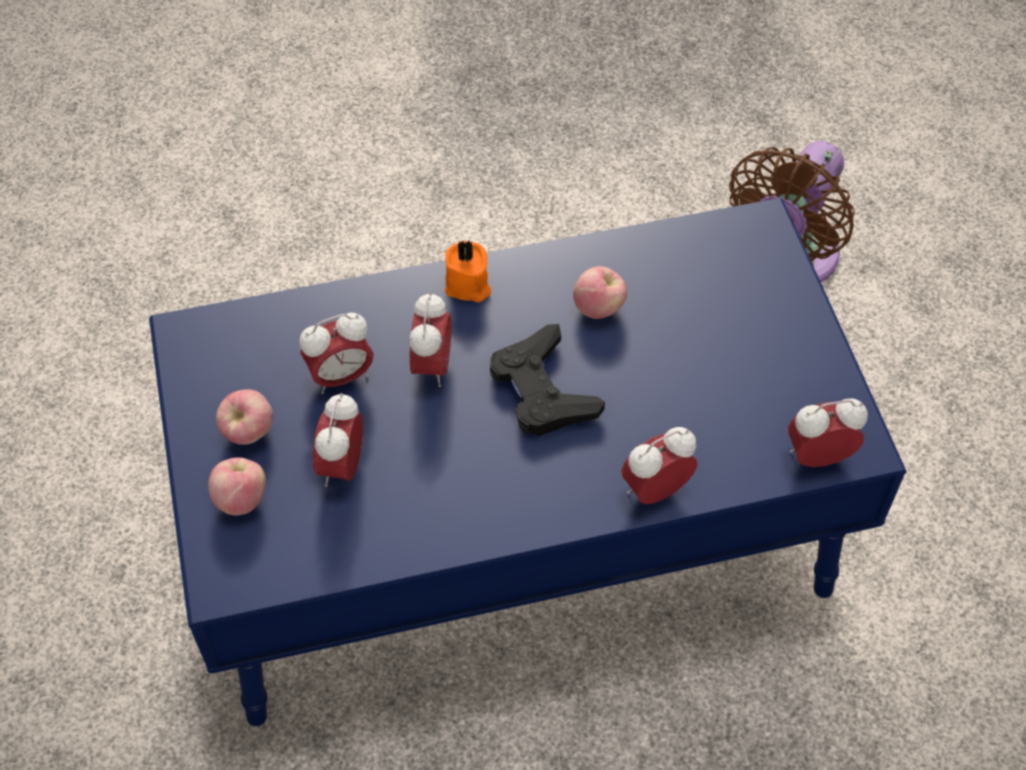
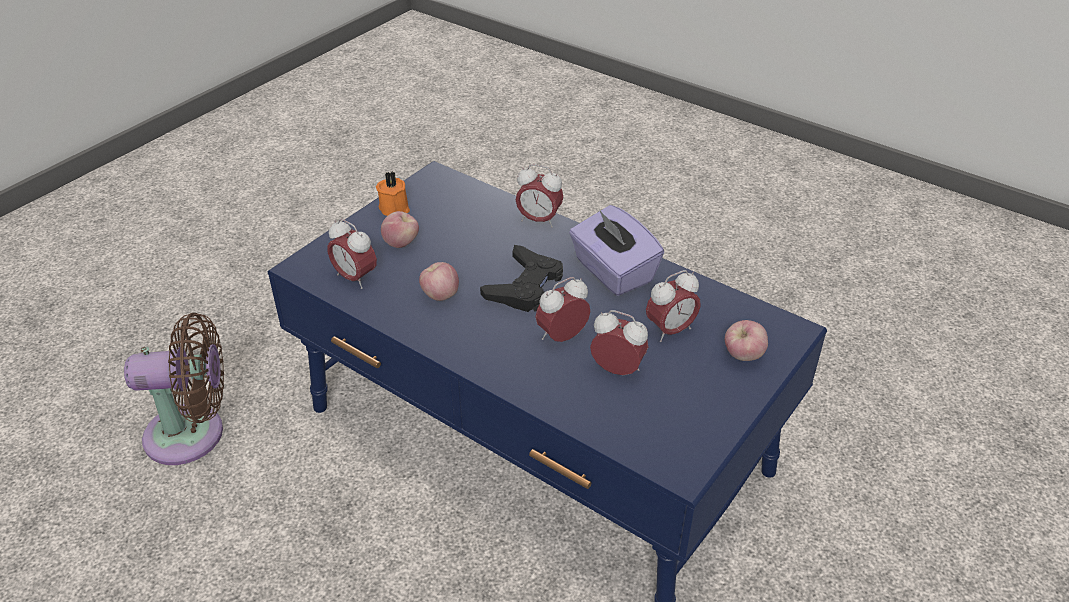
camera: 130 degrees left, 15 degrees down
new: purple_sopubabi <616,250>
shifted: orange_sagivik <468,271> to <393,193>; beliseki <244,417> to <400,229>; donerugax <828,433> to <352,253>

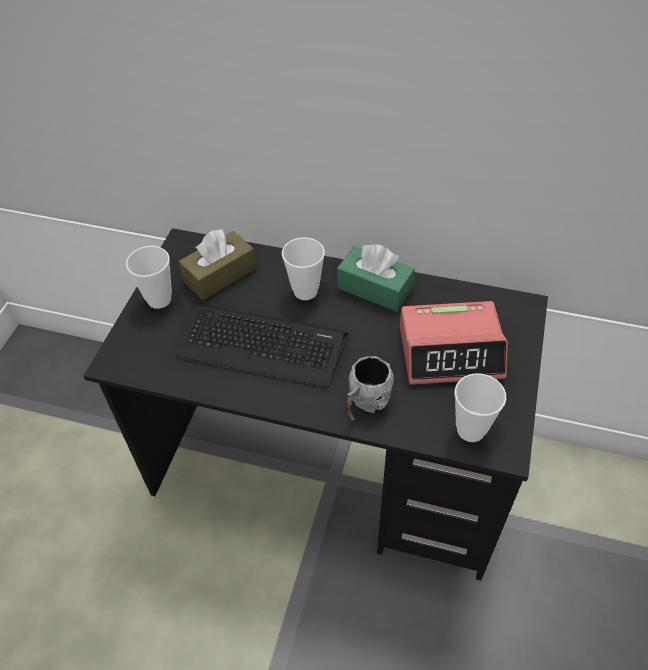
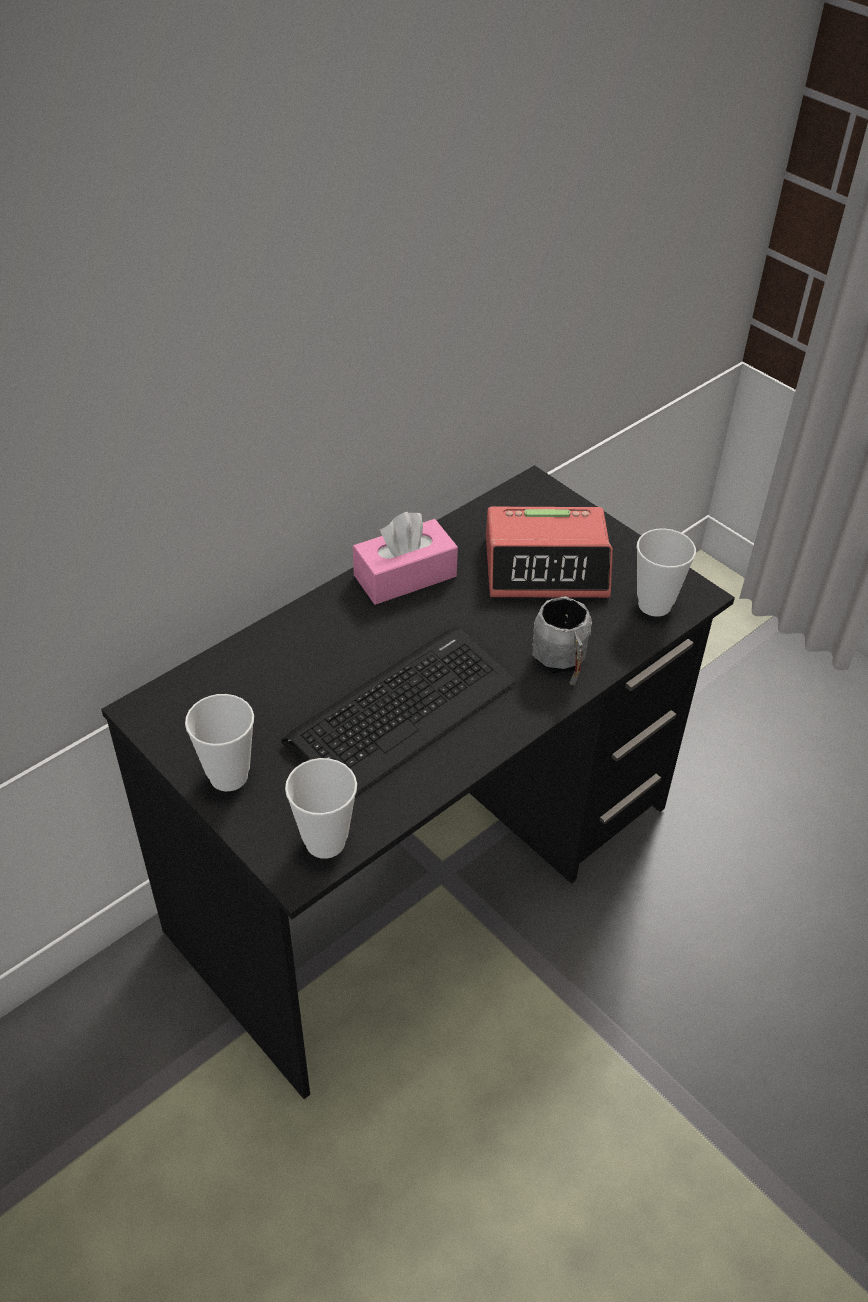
camera: 60 degrees left, 5 degrees down
gone: brown_sopubabi <217,264>
shifted: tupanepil <303,268> to <321,808>
repainted: green_sopubabi <376,278> to pink_sopubabi <405,558>
rotated: donerugax <454,343> = <549,552> 60 degrees clockwise

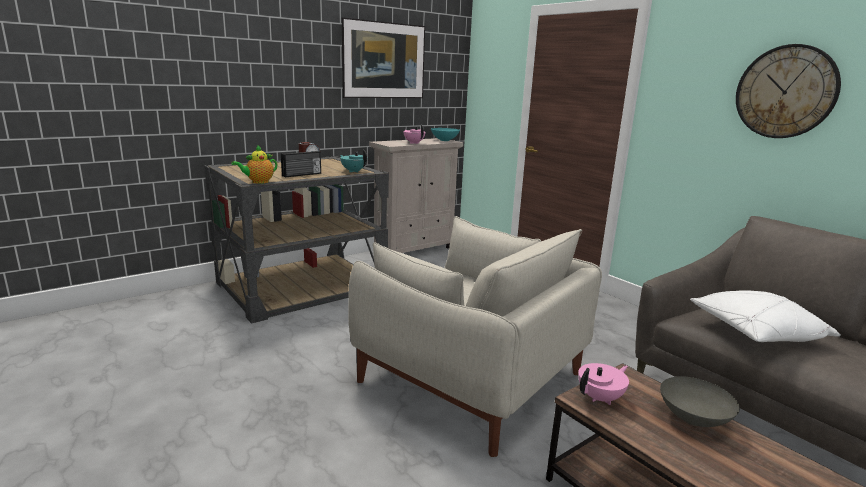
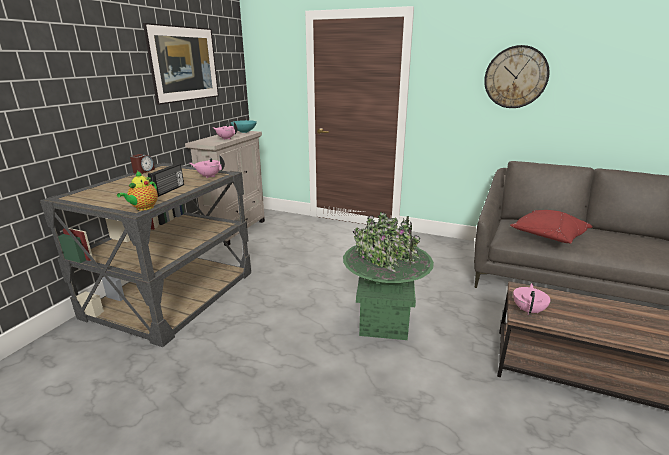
camera: 30 degrees left, 5 degrees up
gone: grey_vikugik <700,401>
swapped: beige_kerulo <475,336> to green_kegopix <388,276>
repainted: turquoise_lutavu <353,161> to pink_lutavu <207,166>; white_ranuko <765,316> to red_ranuko <551,227>

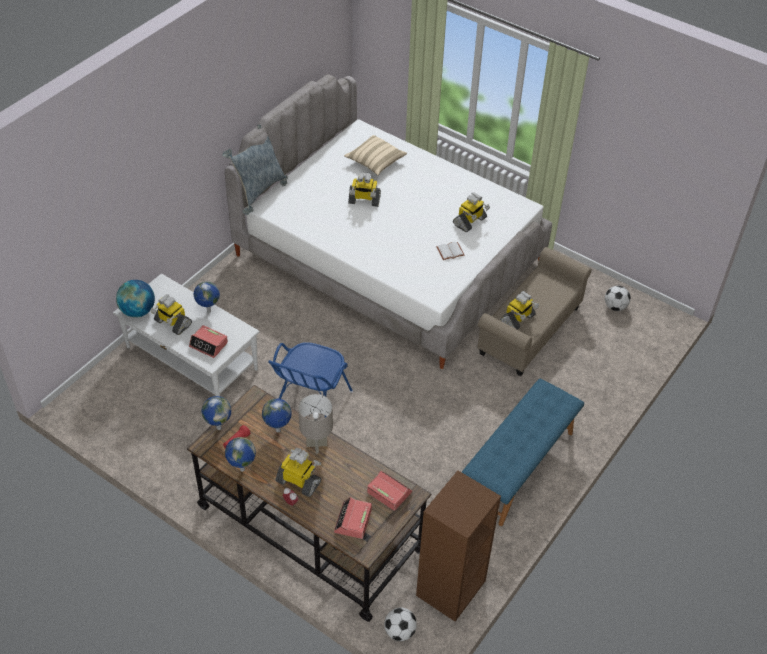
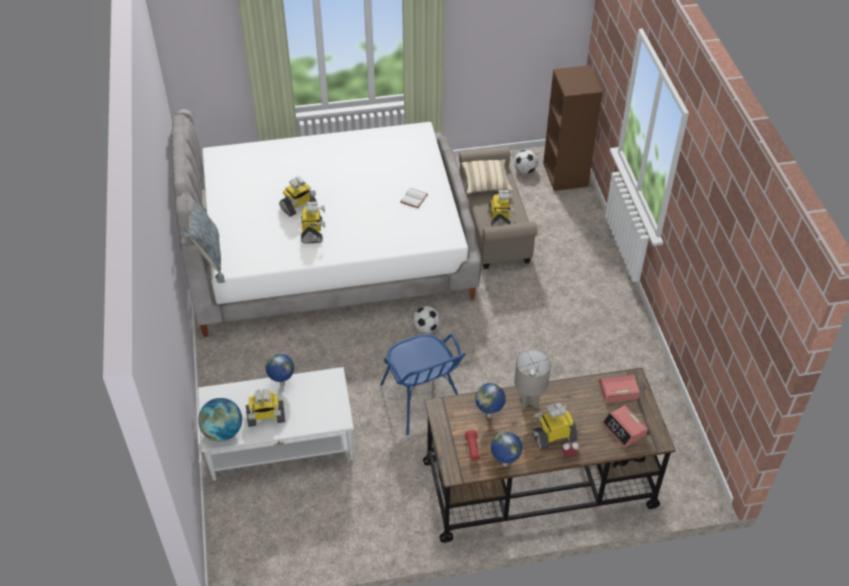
camera: 45 degrees left, 0 degrees up
gone: donerugax <208,341>; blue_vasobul <523,452>; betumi <216,413>
shifted: beige_ranuko <375,155> to <487,176>; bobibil <471,212> to <313,223>; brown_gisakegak <458,546> to <573,128>; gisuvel <400,624> to <426,319>

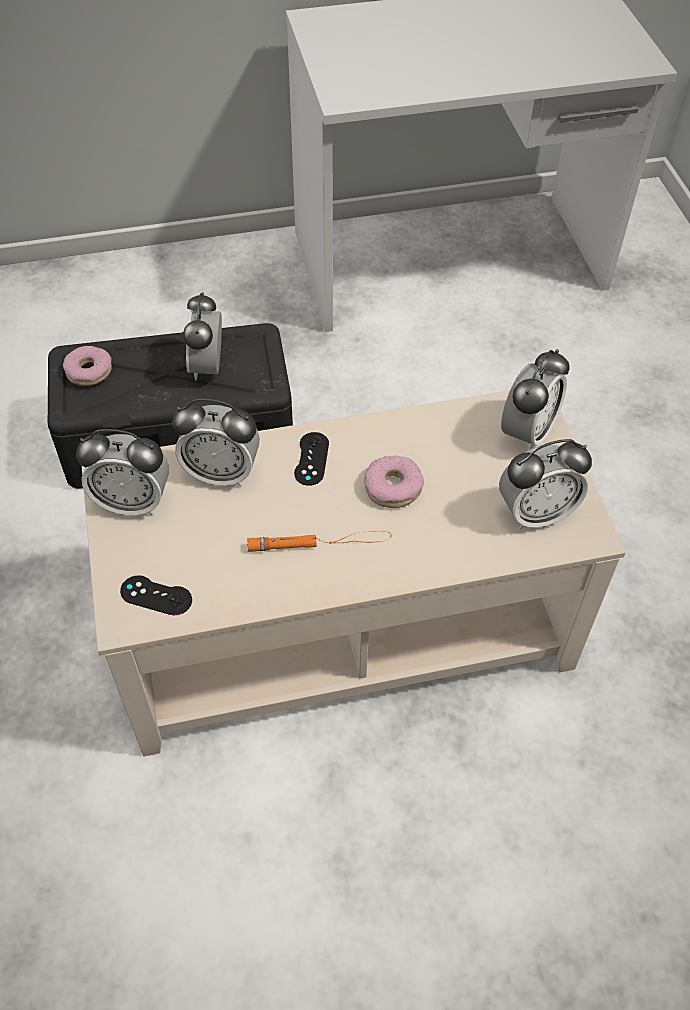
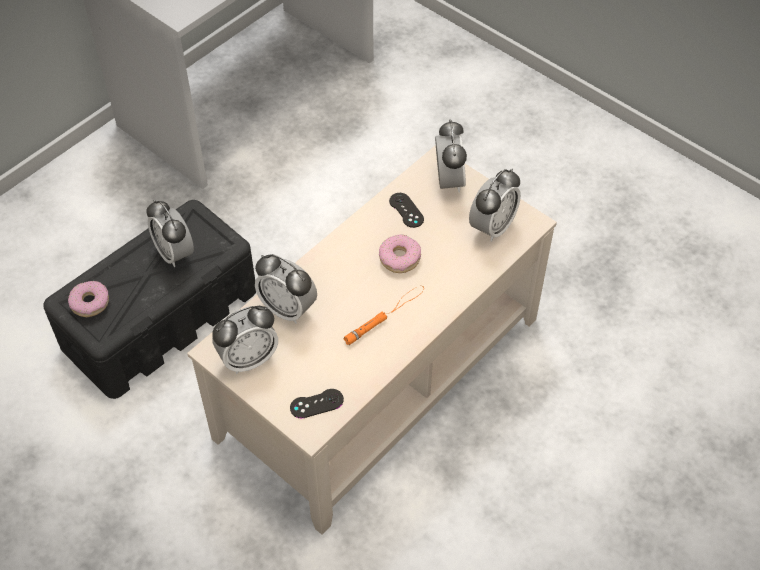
camera: 35 degrees left, 0 degrees up
shifted: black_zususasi <311,459> to <406,210>
rotated: donerugax <216,443> = <286,289> 60 degrees clockwise

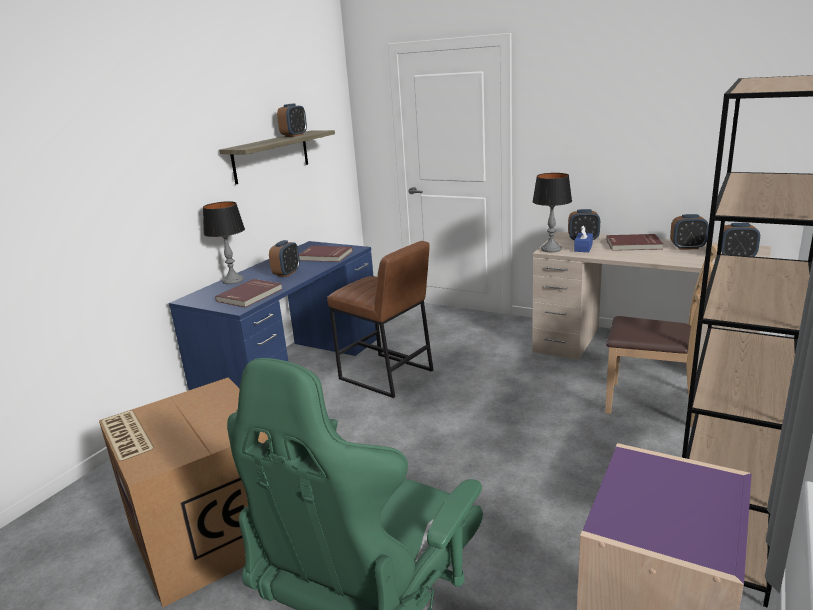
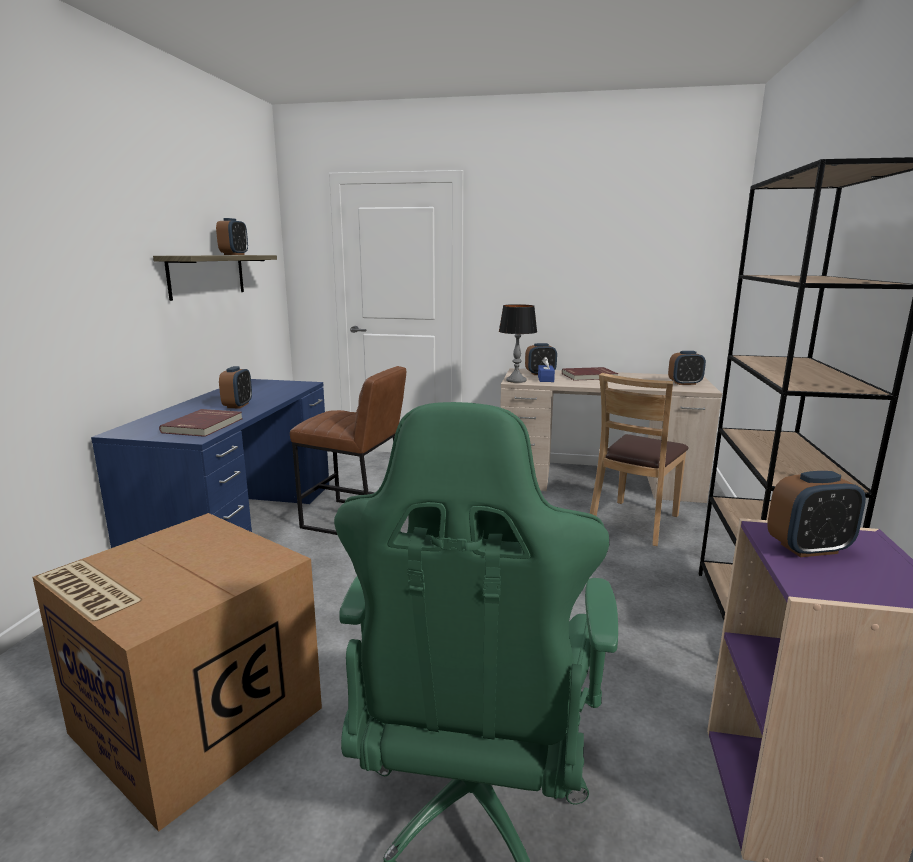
camera: 20 degrees left, 5 degrees down
gone: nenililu <224,242>; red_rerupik <326,254>
shifted: donerugax <689,232> to <816,514>
rotated: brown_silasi <663,336> = <639,459> 120 degrees clockwise

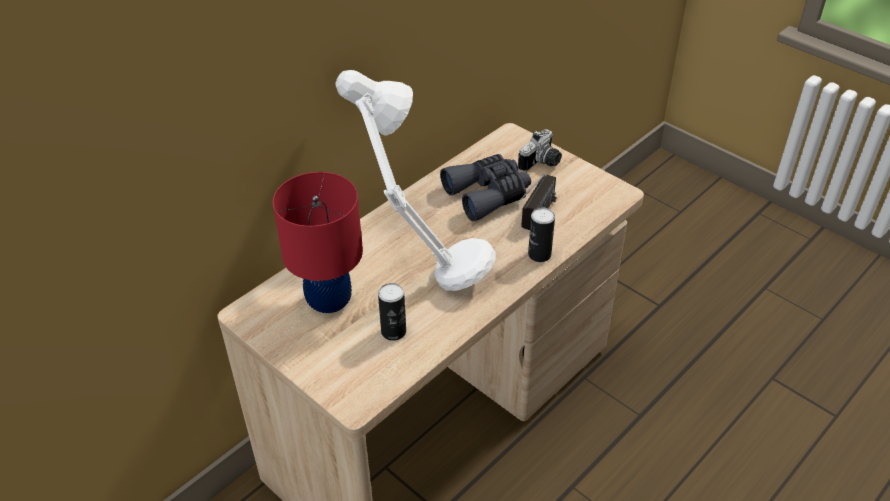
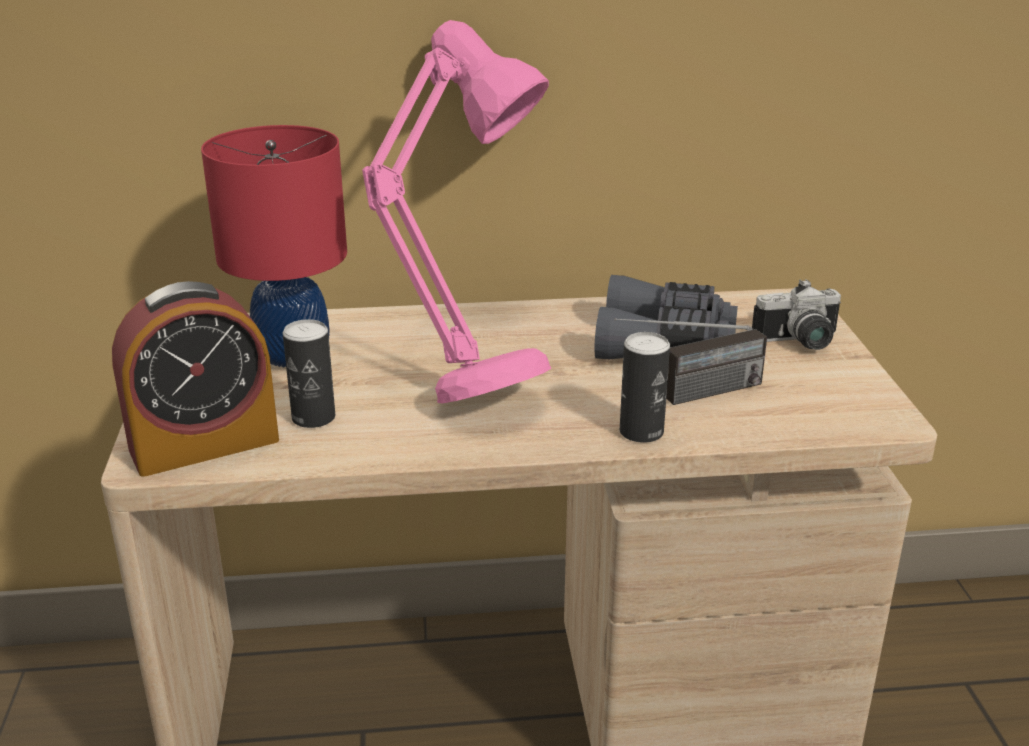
camera: 40 degrees right, 15 degrees down
new: donerugax <195,379>
repainted: white_nenililu <415,180> to pink_nenililu <456,212>

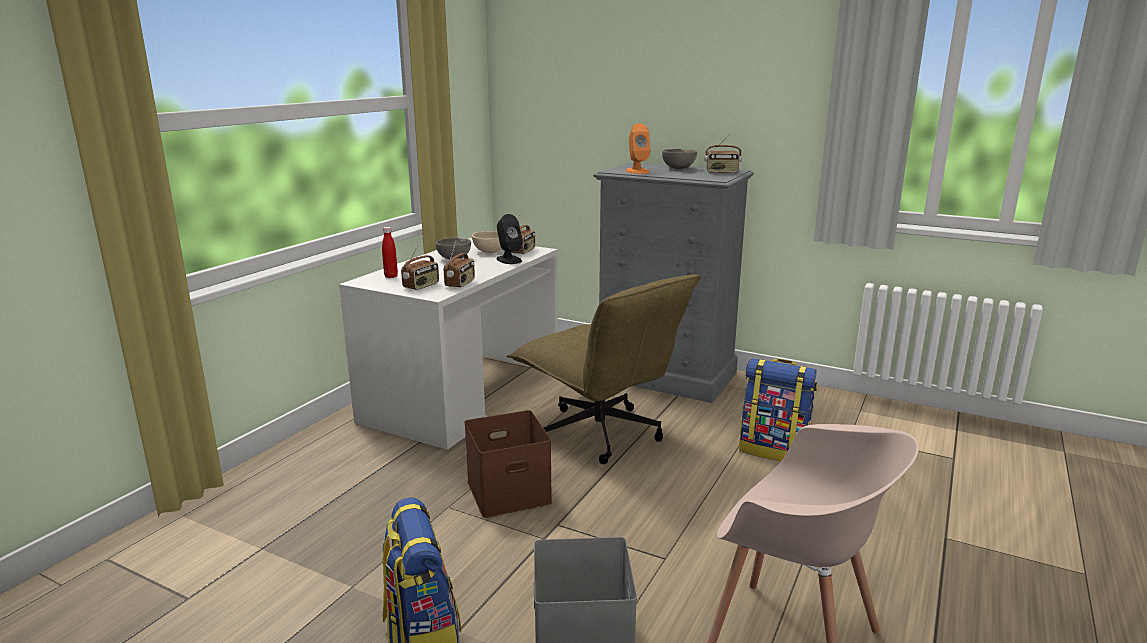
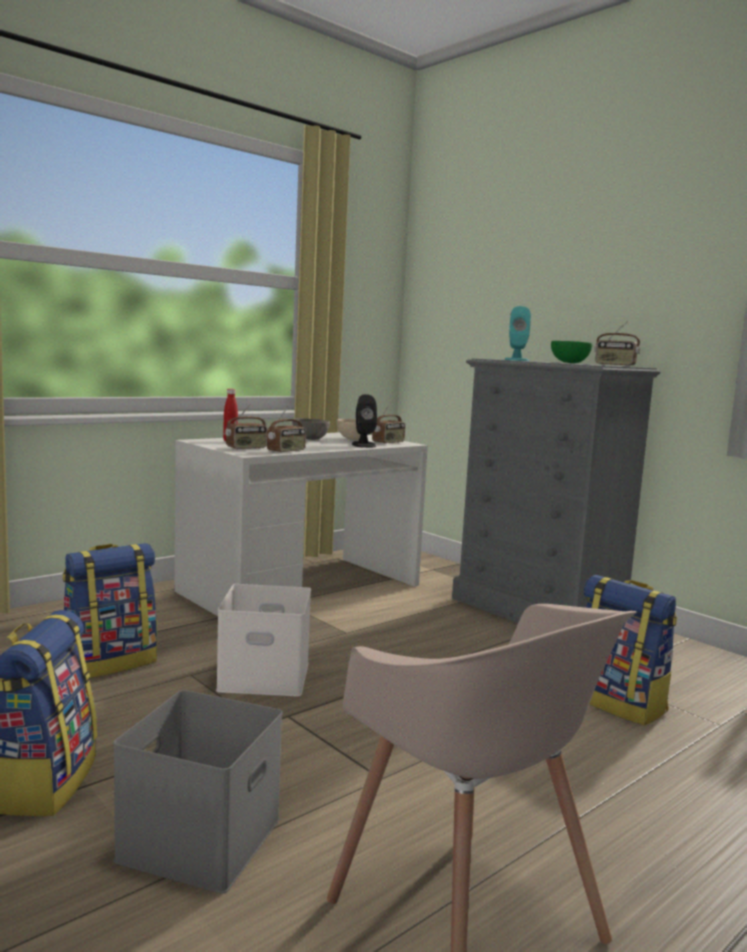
camera: 20 degrees right, 10 degrees down
gone: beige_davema <604,369>
new: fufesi <110,610>
repainted: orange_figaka <638,149> to turquoise_figaka <517,333>; grey_vikugik <679,159> to green_vikugik <572,352>; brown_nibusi <508,464> to white_nibusi <263,640>

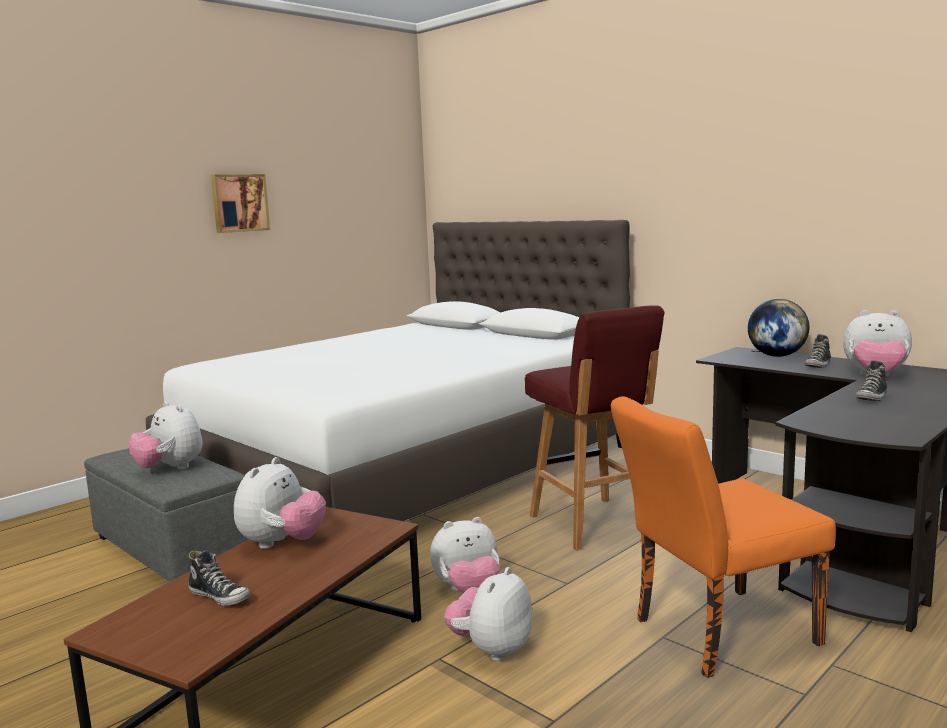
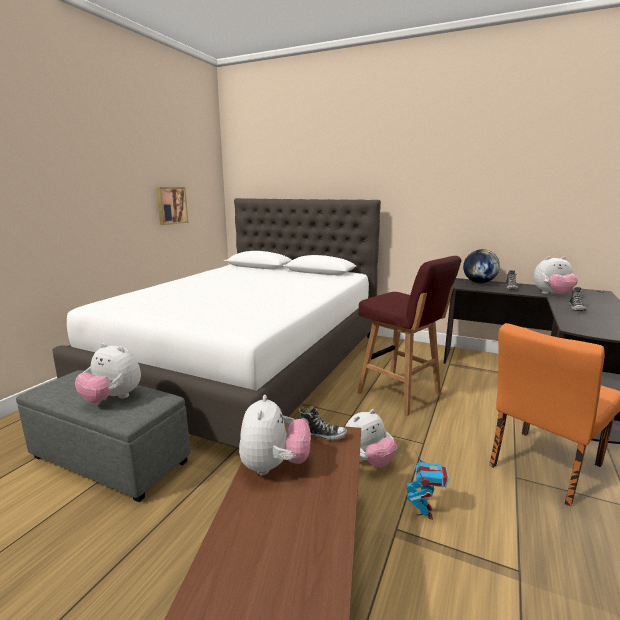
camera: 20 degrees left, 5 degrees up
shifted: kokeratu <240,203> to <172,206>; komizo <220,578> to <323,423>
swapped: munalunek <488,614> to bobibil <428,485>

